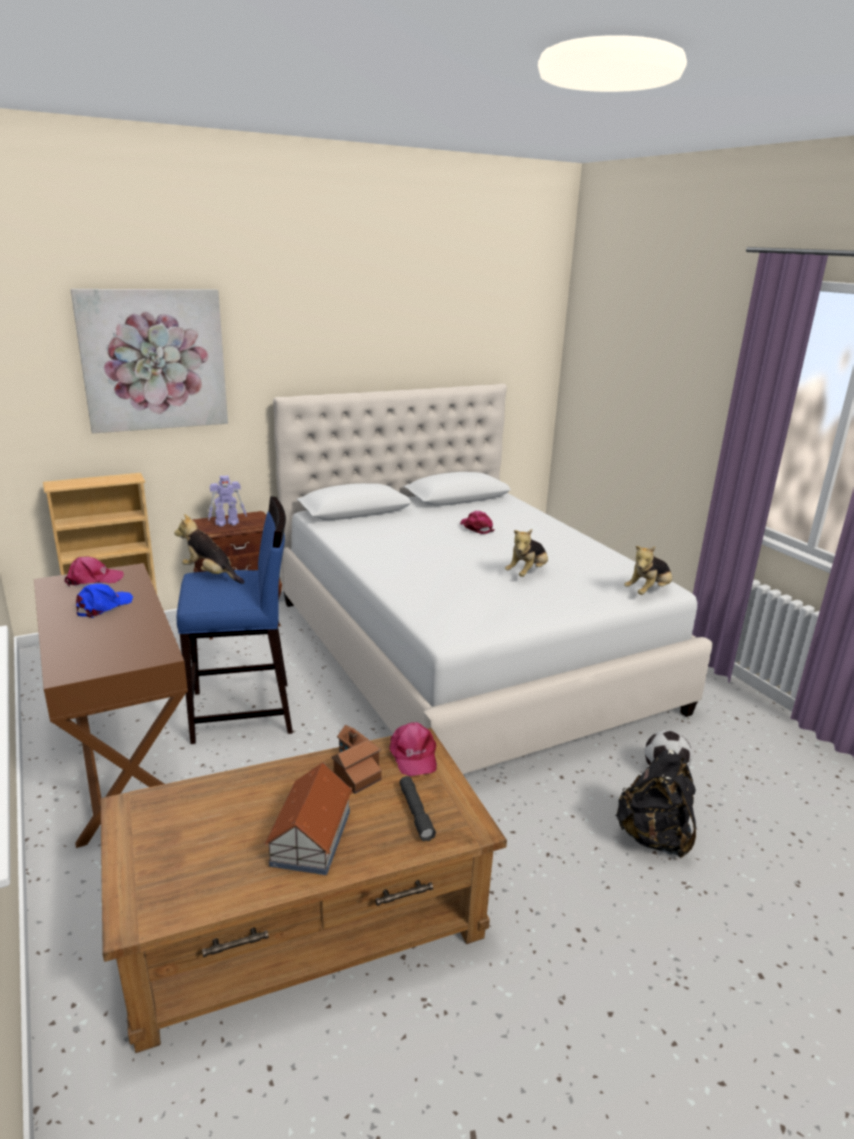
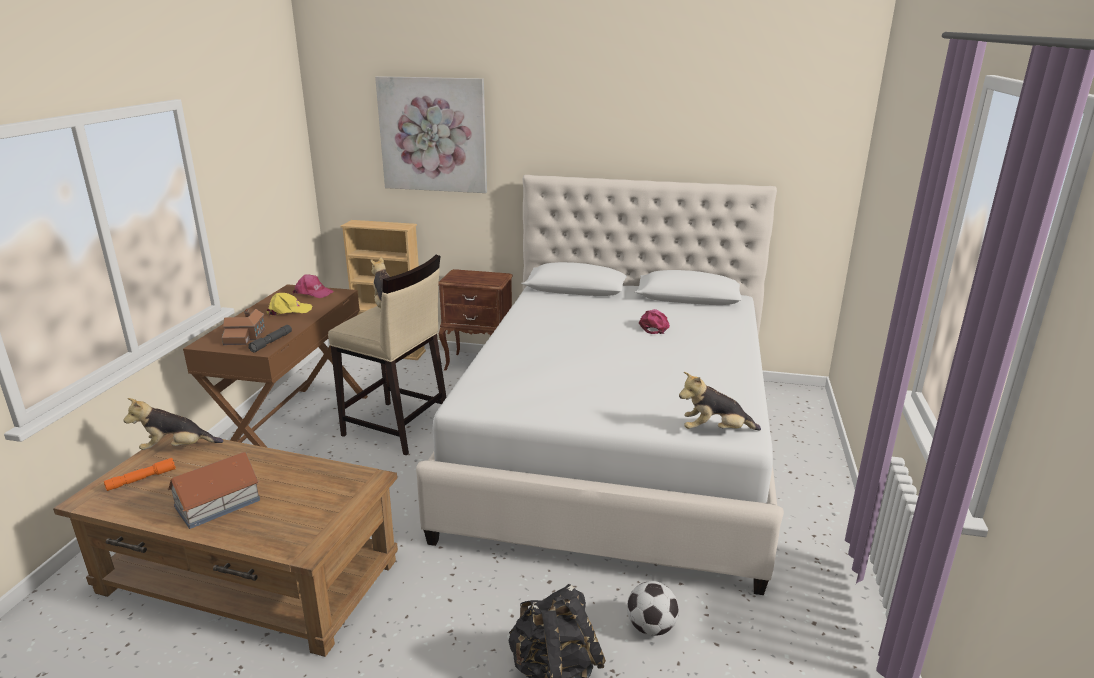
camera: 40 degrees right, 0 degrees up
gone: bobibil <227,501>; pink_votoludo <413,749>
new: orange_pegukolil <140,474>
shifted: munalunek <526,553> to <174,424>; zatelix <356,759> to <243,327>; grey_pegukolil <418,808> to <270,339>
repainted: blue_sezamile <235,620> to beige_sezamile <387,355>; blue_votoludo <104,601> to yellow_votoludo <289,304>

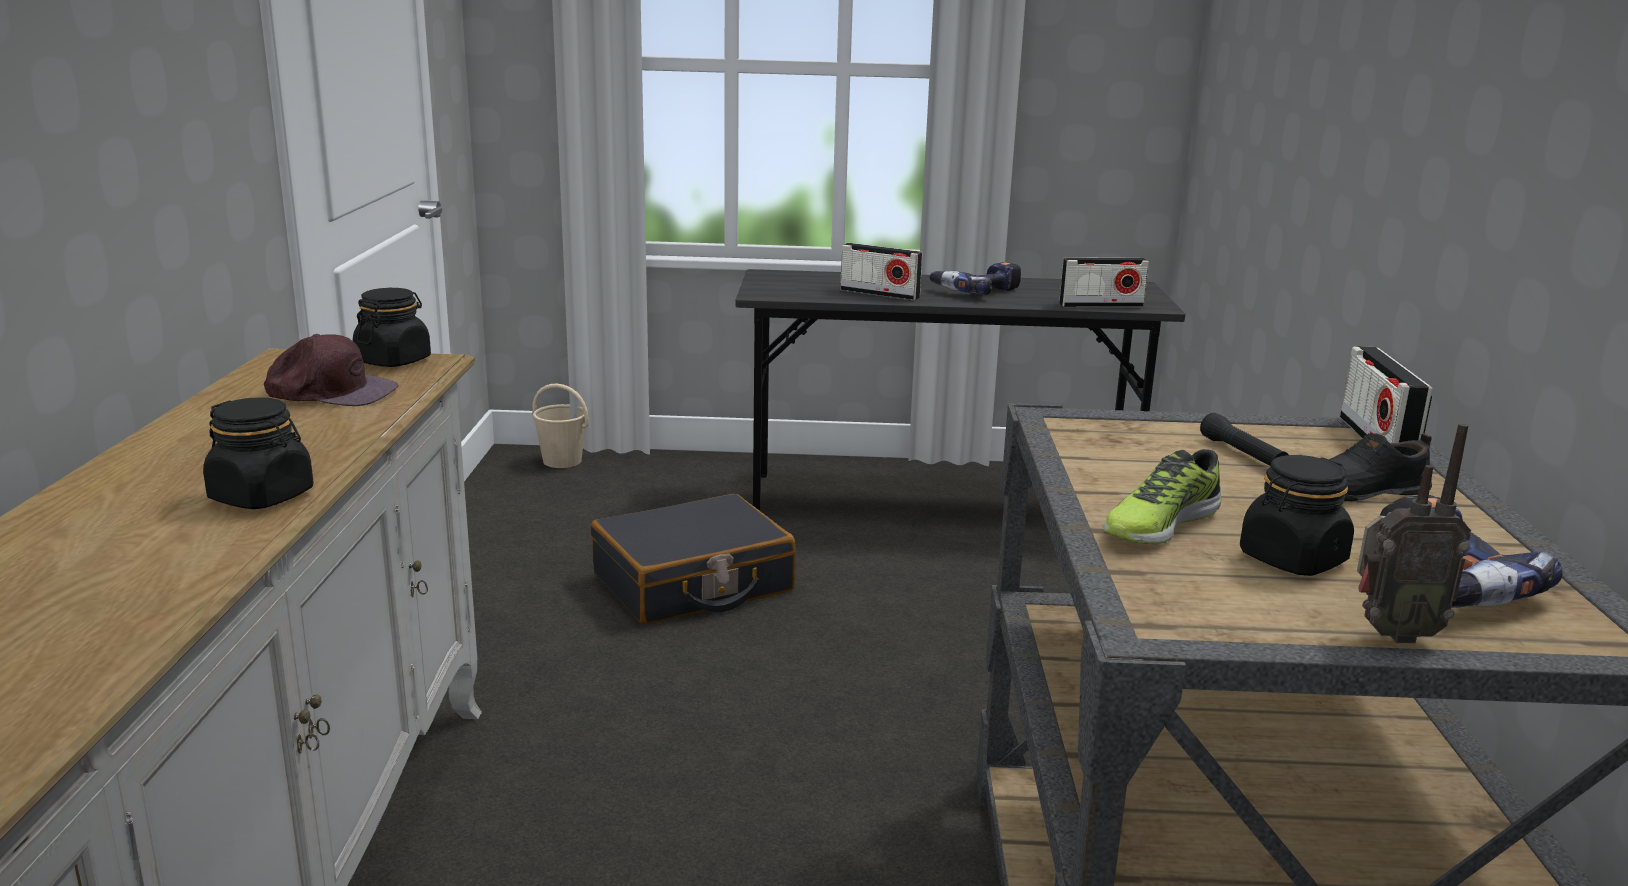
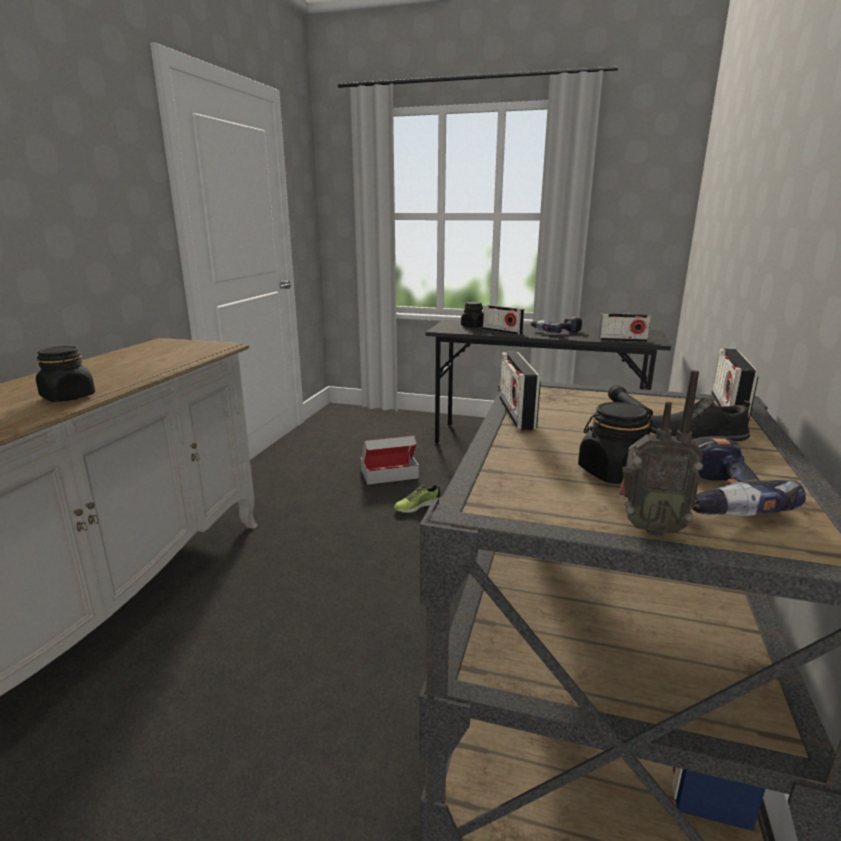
camera: 15 degrees right, 0 degrees up
gone: brown_votoludo <331,370>; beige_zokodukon <560,426>
new: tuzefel <520,391>
shifted: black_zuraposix <392,327> to <472,315>; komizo <1162,496> to <418,498>
swapped: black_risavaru <693,559> to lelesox <390,460>

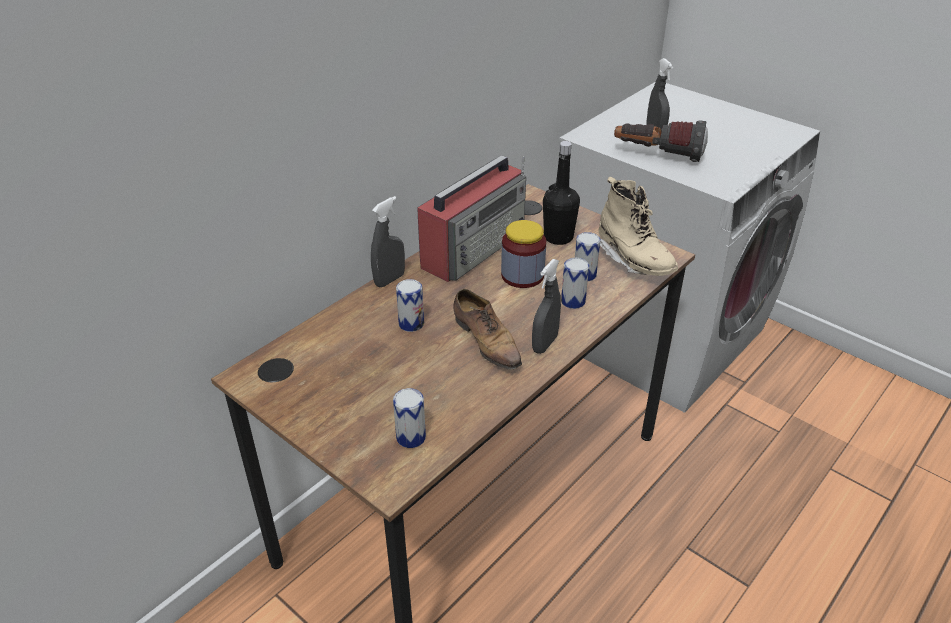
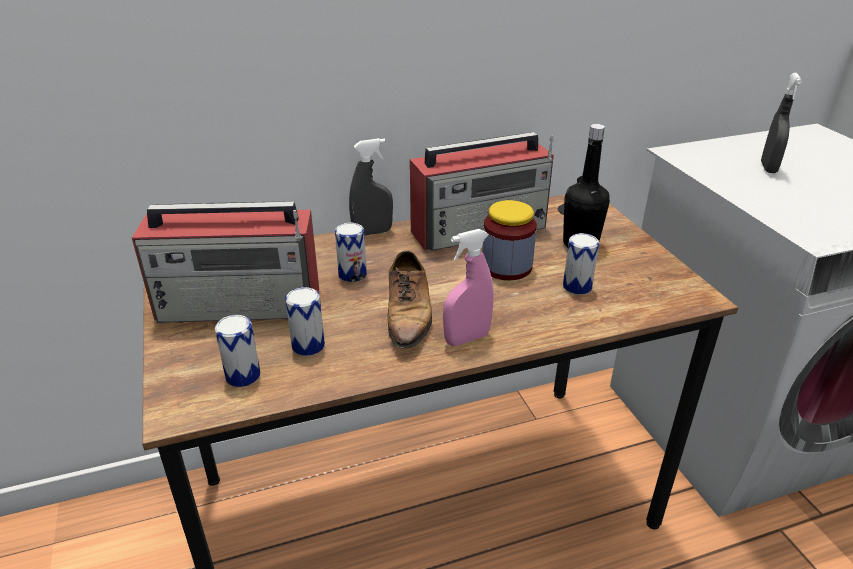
camera: 30 degrees right, 5 degrees down
gone: pegukolil <661,141>; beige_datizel <638,226>
new: tuzefel <225,262>
shifted: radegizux <575,283> to <305,321>
repainted: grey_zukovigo <546,306> to pink_zukovigo <468,287>

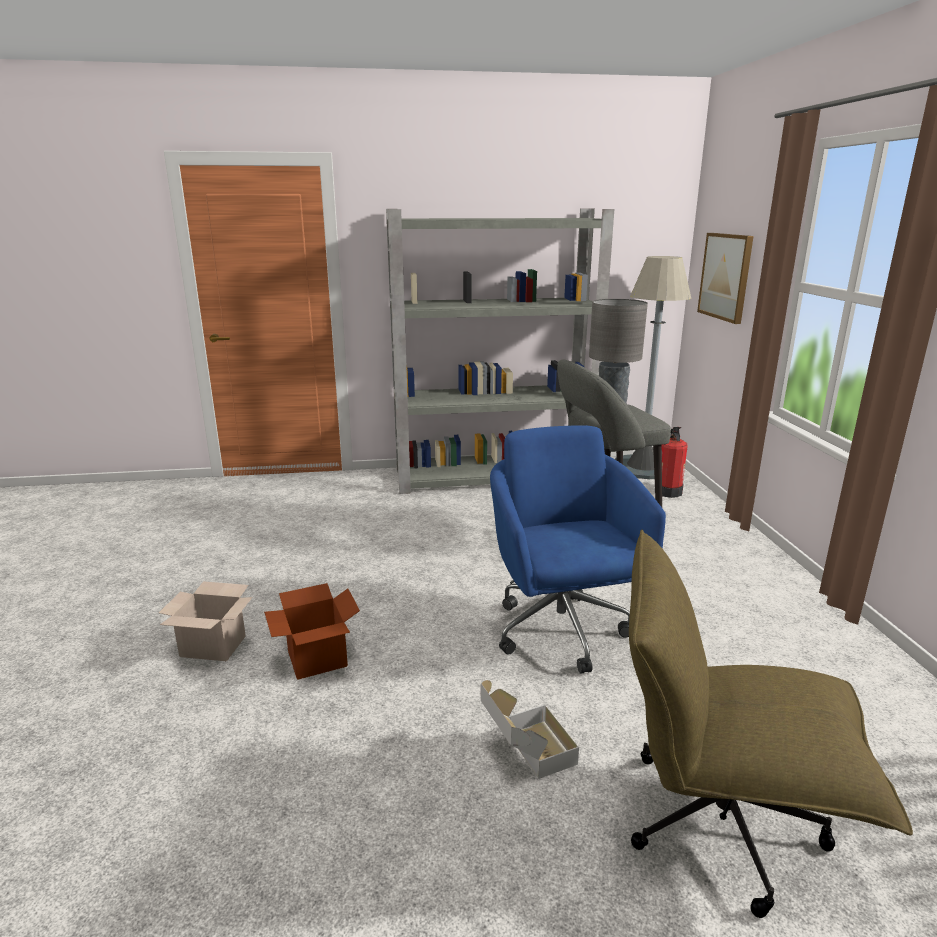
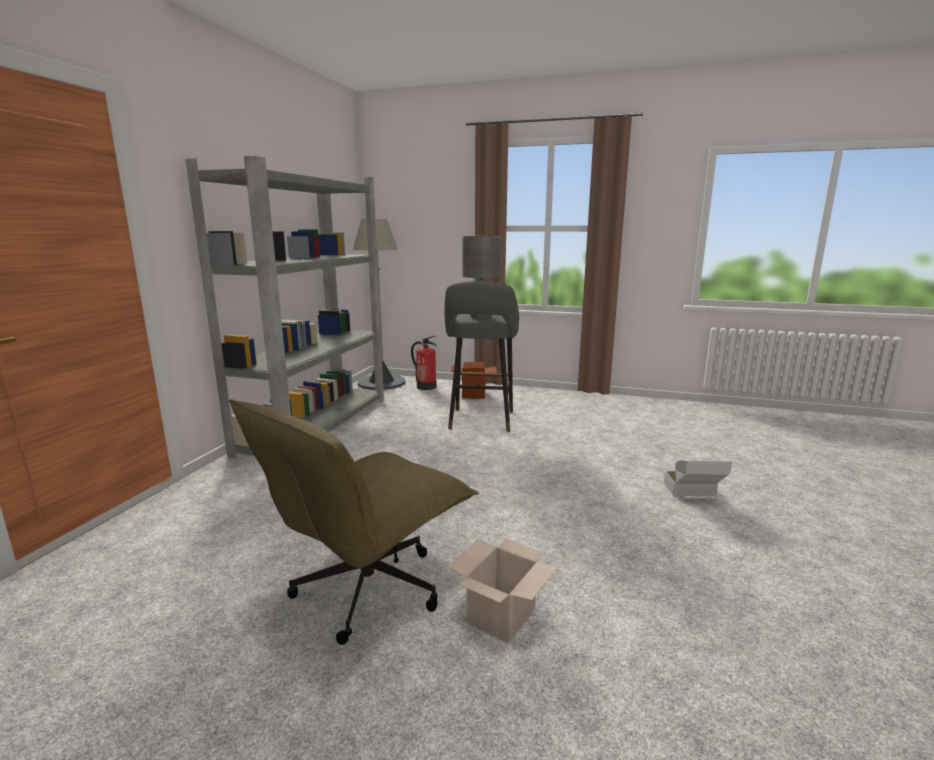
camera: 65 degrees left, 5 degrees down
gone: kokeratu <725,278>; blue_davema <578,549>
shifted: beige_davema <771,724> to <354,522>; lelesox <312,631> to <474,380>

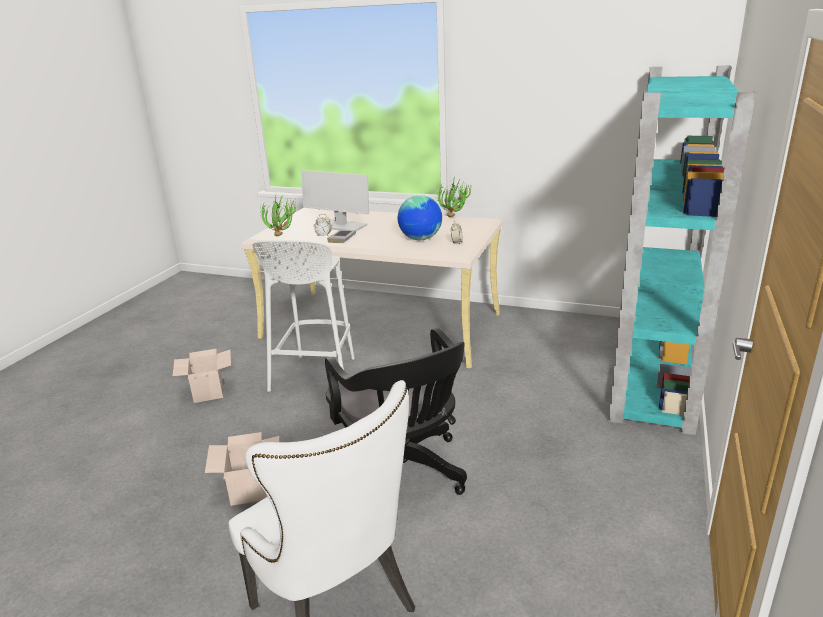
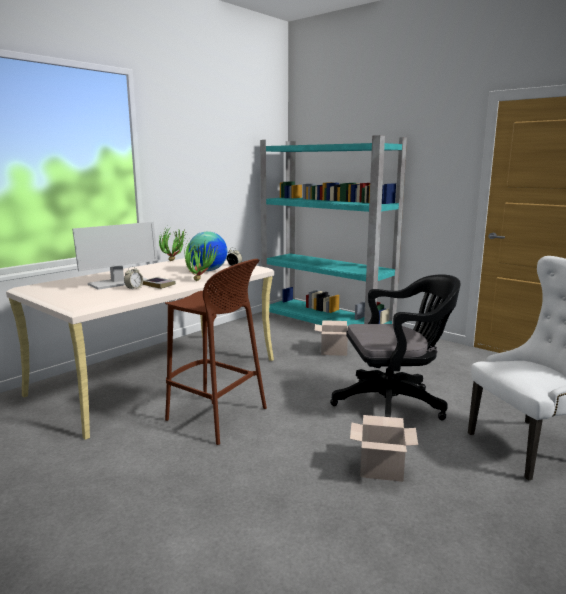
camera: 70 degrees left, 10 degrees down
shifted: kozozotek <278,215> to <202,261>; lelesox <202,376> to <331,338>
repainted: white_sezamile <304,316> to brown_sezamile <216,352>

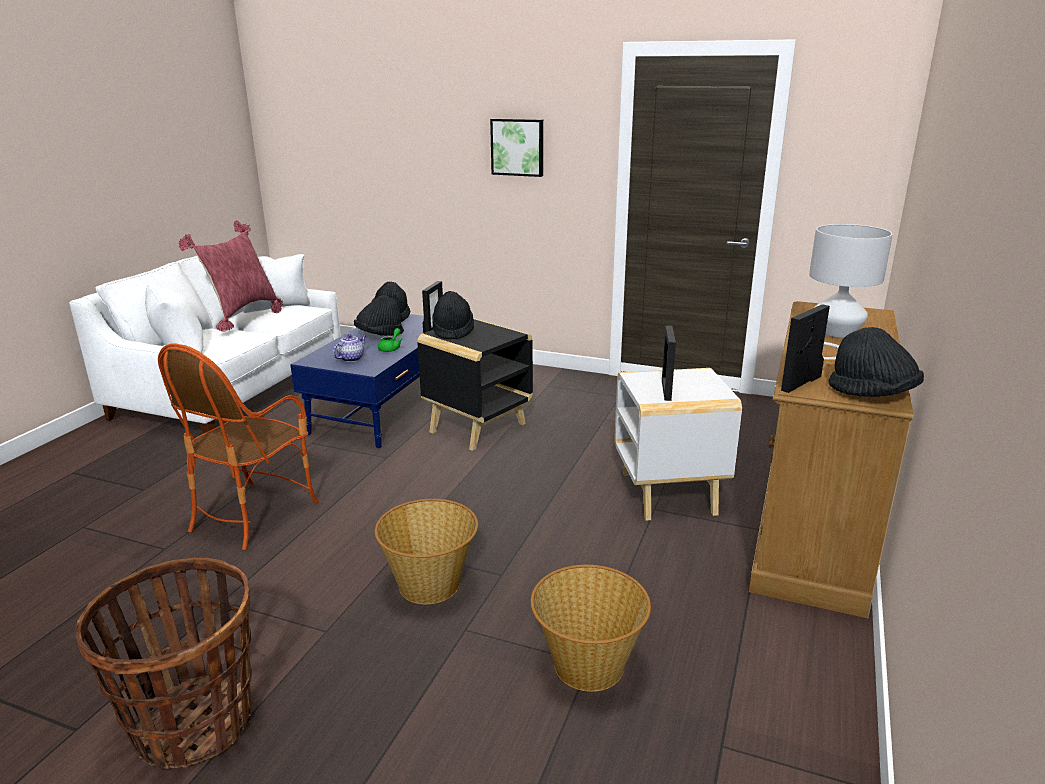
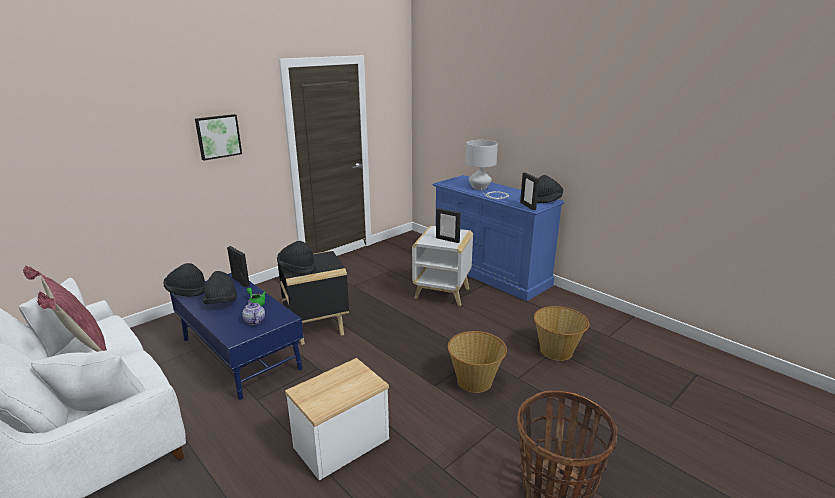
camera: 65 degrees left, 0 degrees up
swapped: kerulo <238,446> to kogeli <337,419>
repainted: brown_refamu <831,459> to blue_refamu <498,238>

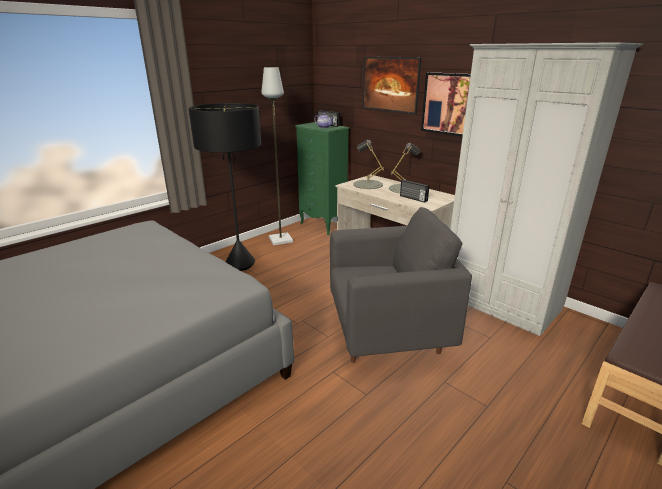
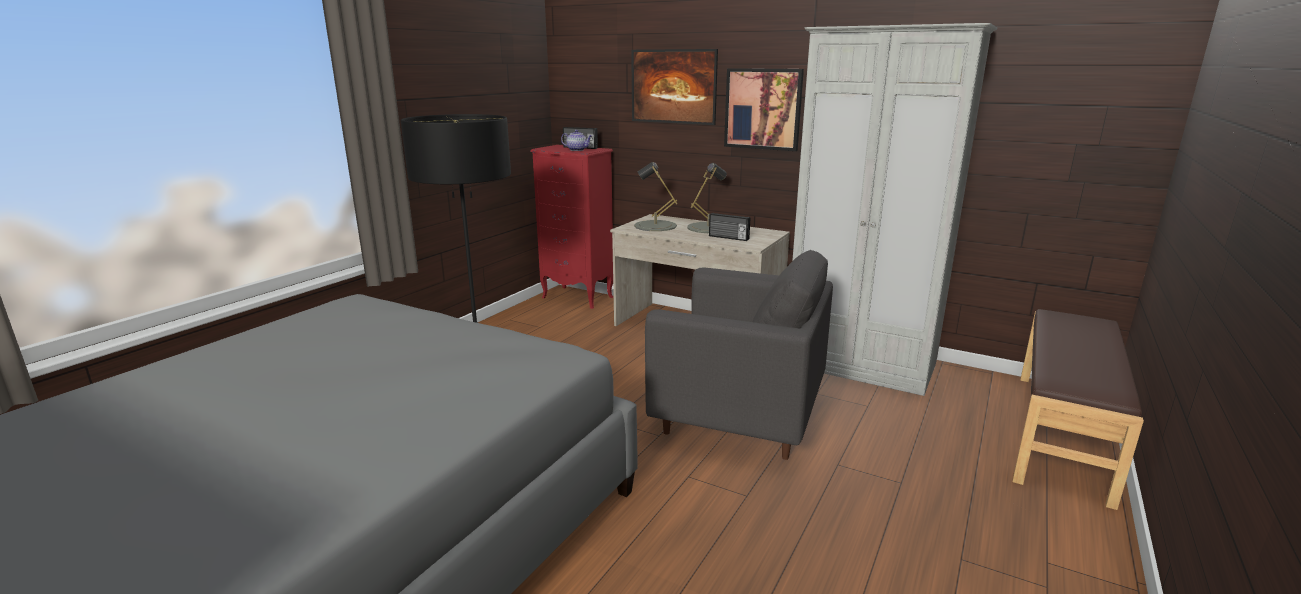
camera: 15 degrees left, 5 degrees down
gone: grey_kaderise <277,156>
repainted: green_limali <322,178> to red_limali <571,227>
rotated: grey_kerulo <401,285> = <739,355> 45 degrees clockwise

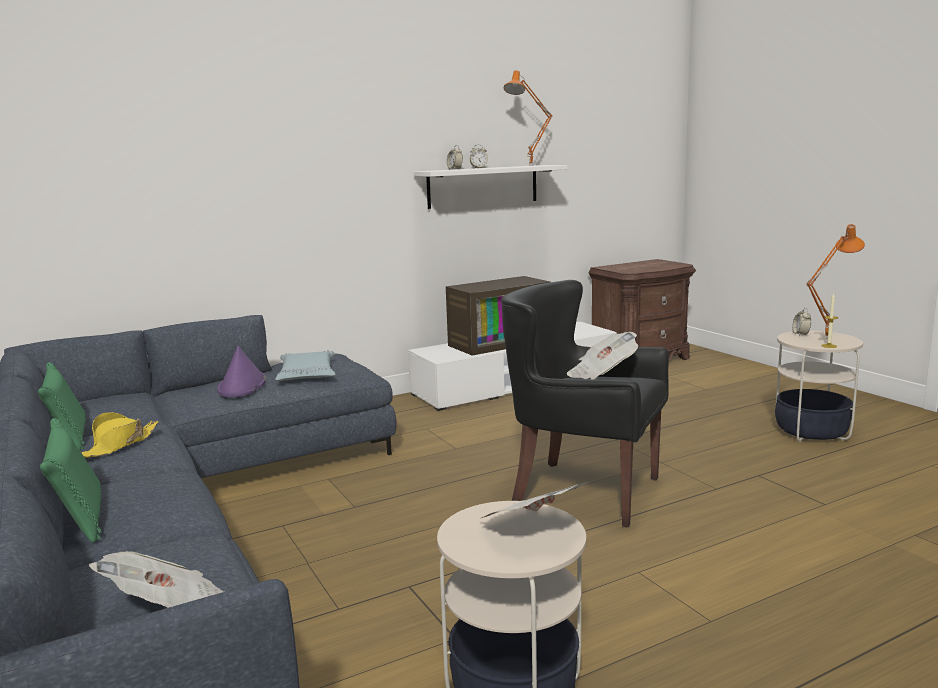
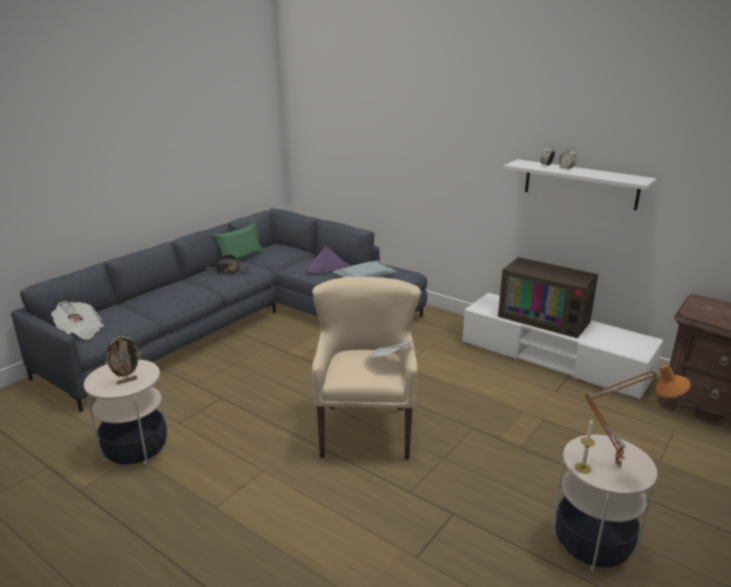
camera: 65 degrees right, 10 degrees up
gone: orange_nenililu <528,118>; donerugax <801,322>; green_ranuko <70,480>
swapped: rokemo <535,500> to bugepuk <123,360>
repainted: black_kerulo <585,403> to beige_kerulo <366,368>; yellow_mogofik <120,435> to black_mogofik <228,264>

